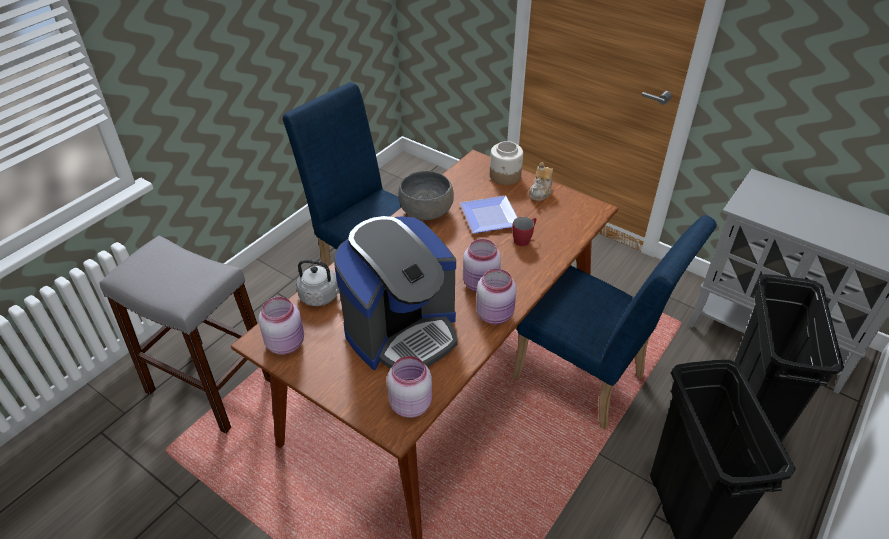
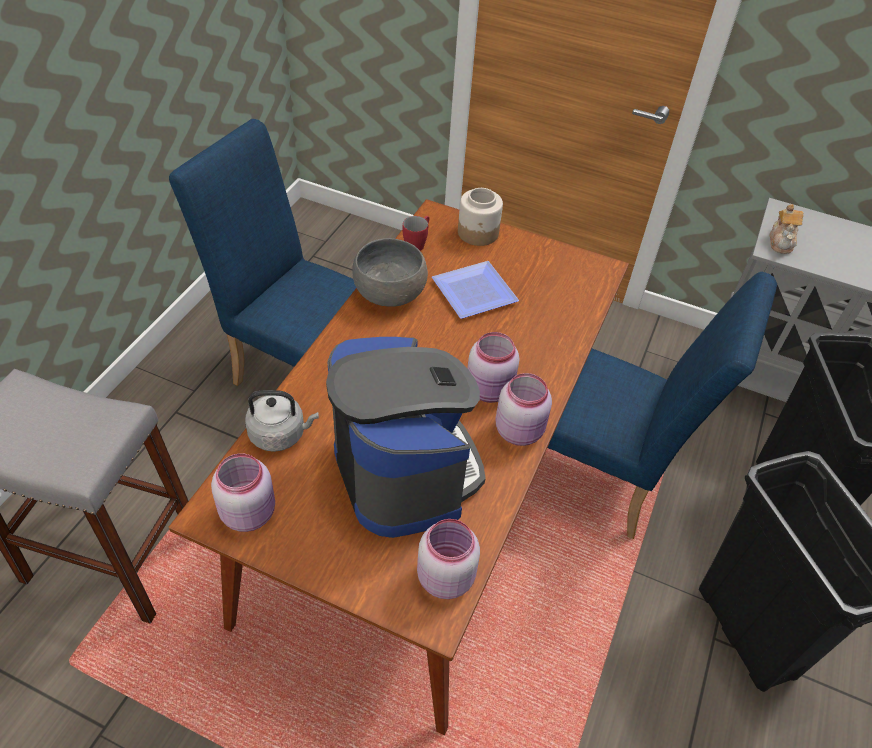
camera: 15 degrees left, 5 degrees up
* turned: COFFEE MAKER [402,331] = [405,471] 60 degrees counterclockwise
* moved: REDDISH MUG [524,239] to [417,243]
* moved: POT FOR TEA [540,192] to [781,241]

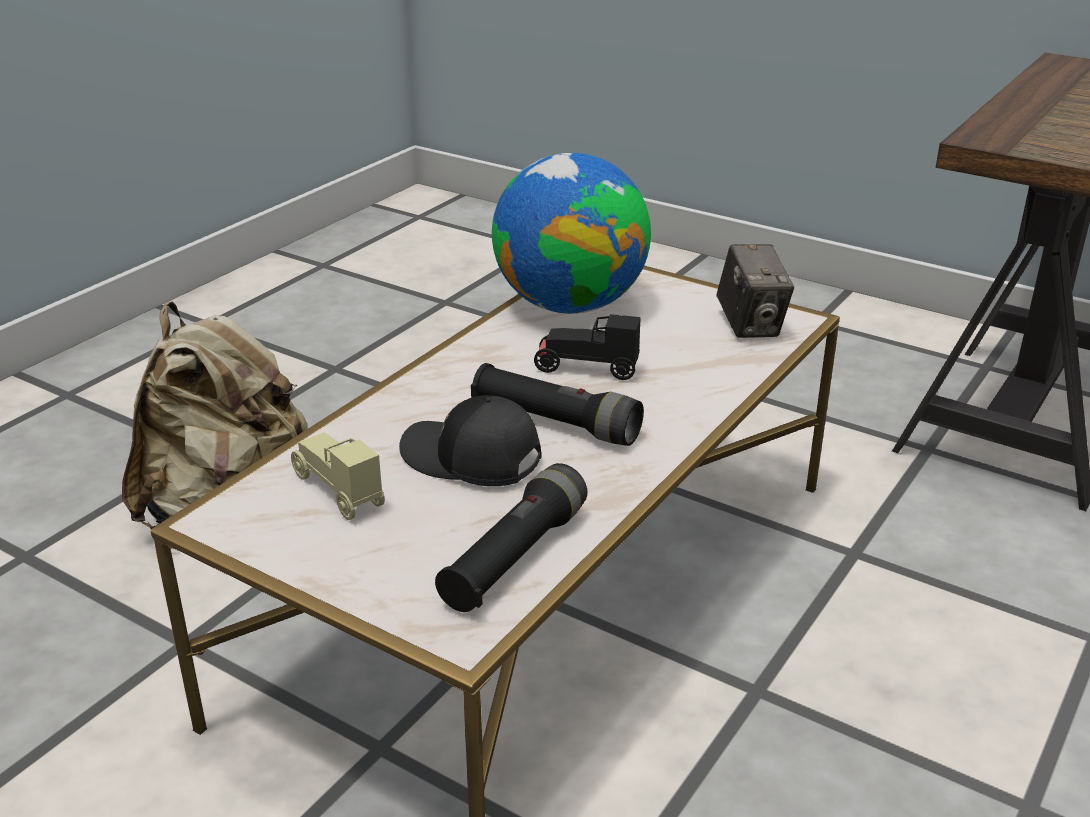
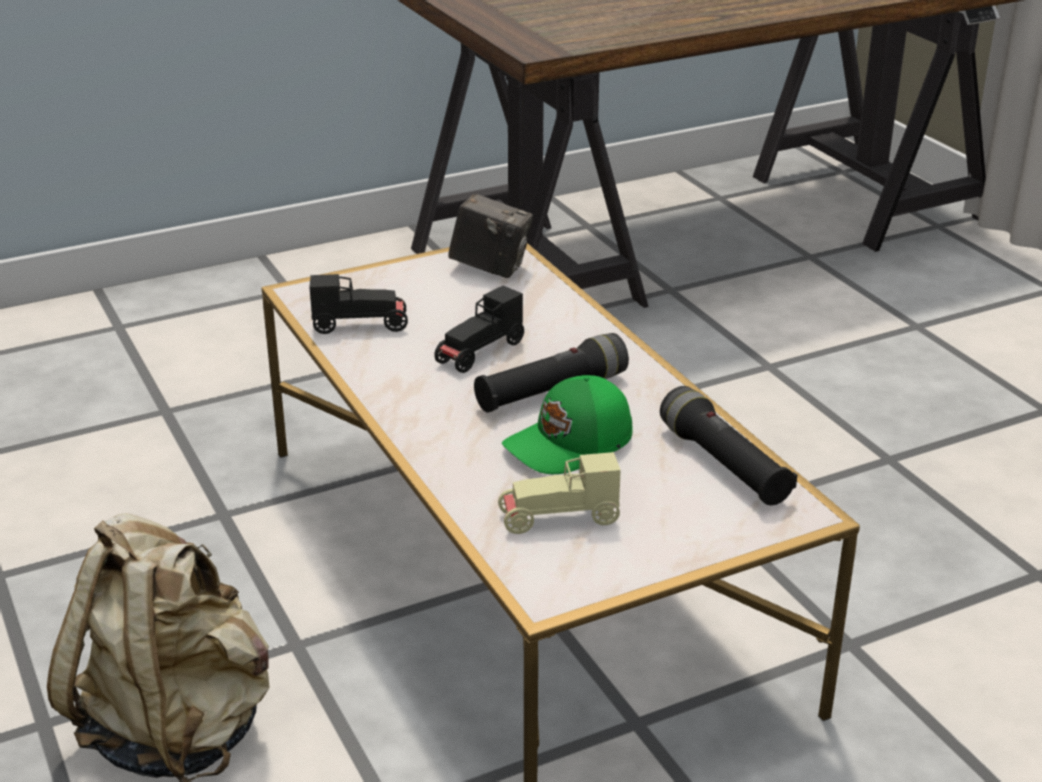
camera: 60 degrees left, 0 degrees up
* recoloured: BLACK-COLOURED CAP [471,460] to GREENISH CAP [570,444]
* replaced: WORLD GLOBE [570,305] to BLACK-COLOURED MODEL CAR [360,325]

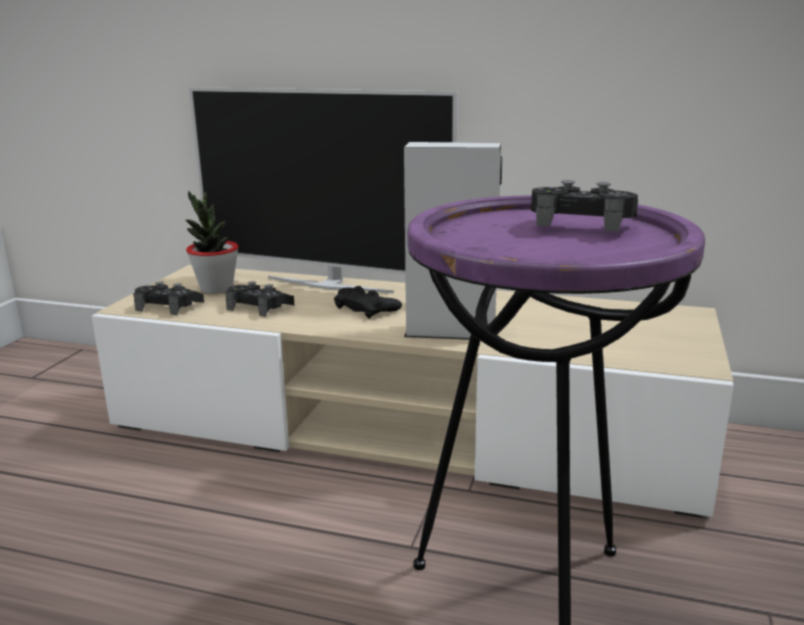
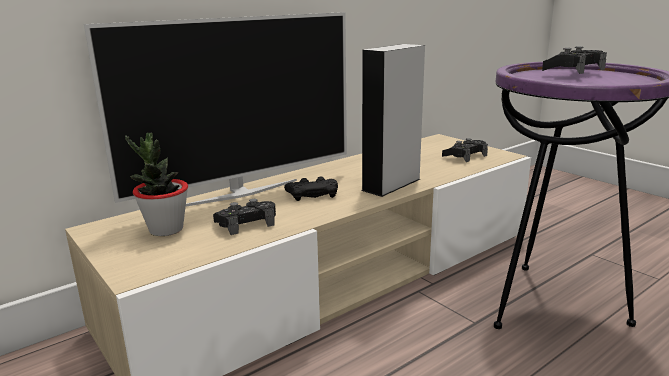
camera: 55 degrees left, 0 degrees up
* moved: BLACK-COLOURED GAME CONTROLLER [168,307] to [465,156]

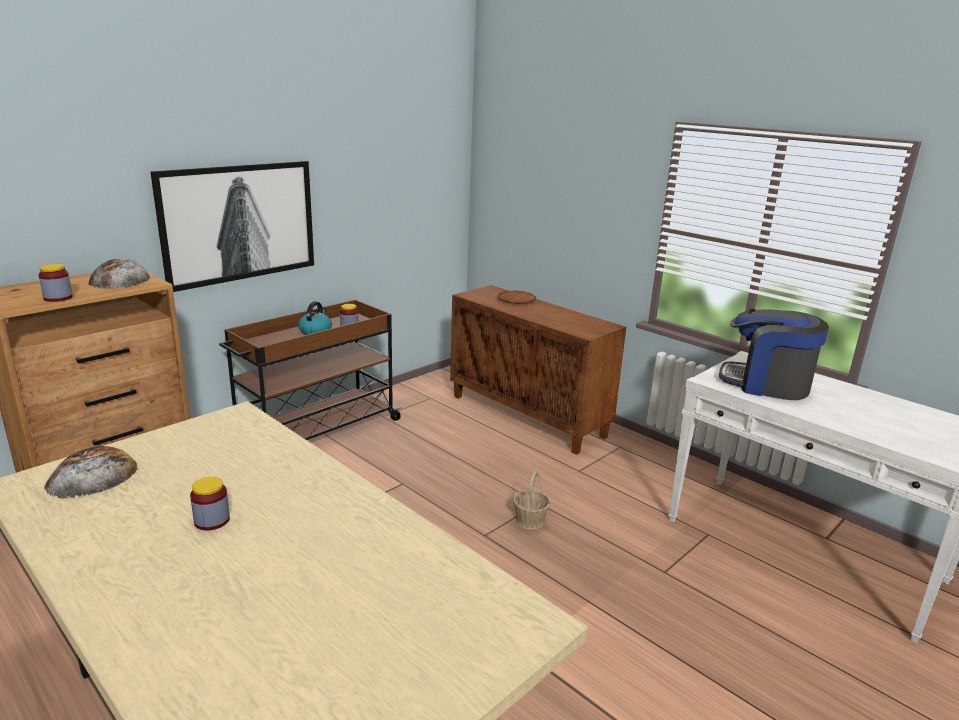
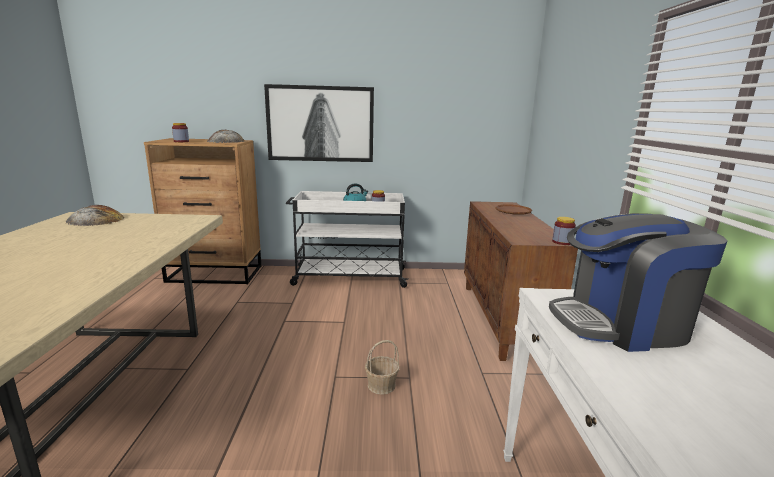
camera: 45 degrees right, 5 degrees down
* moved: PRESERVE JAR [212,520] to [562,242]
* recoloured: BROWN WHEELED CART [316,432] to WHITE-COLOURED WHEELED CART [348,277]
* turned: COFFEE MAKER [766,384] = [621,324] 75 degrees counterclockwise

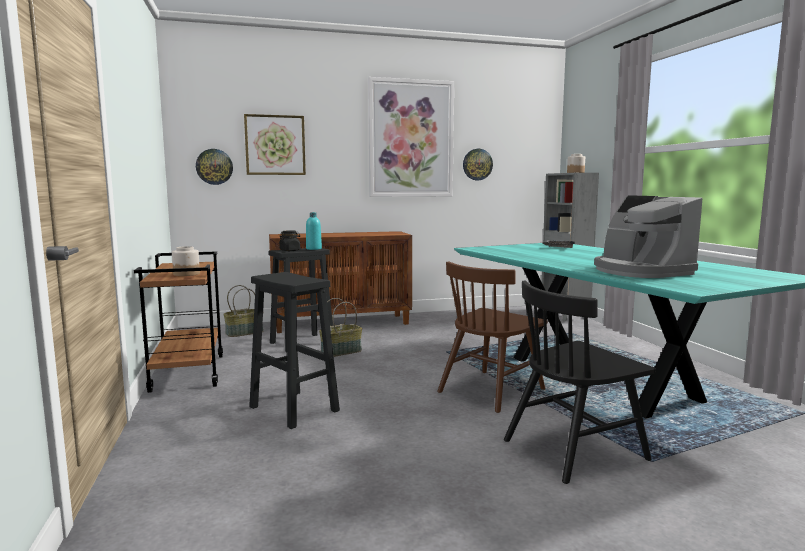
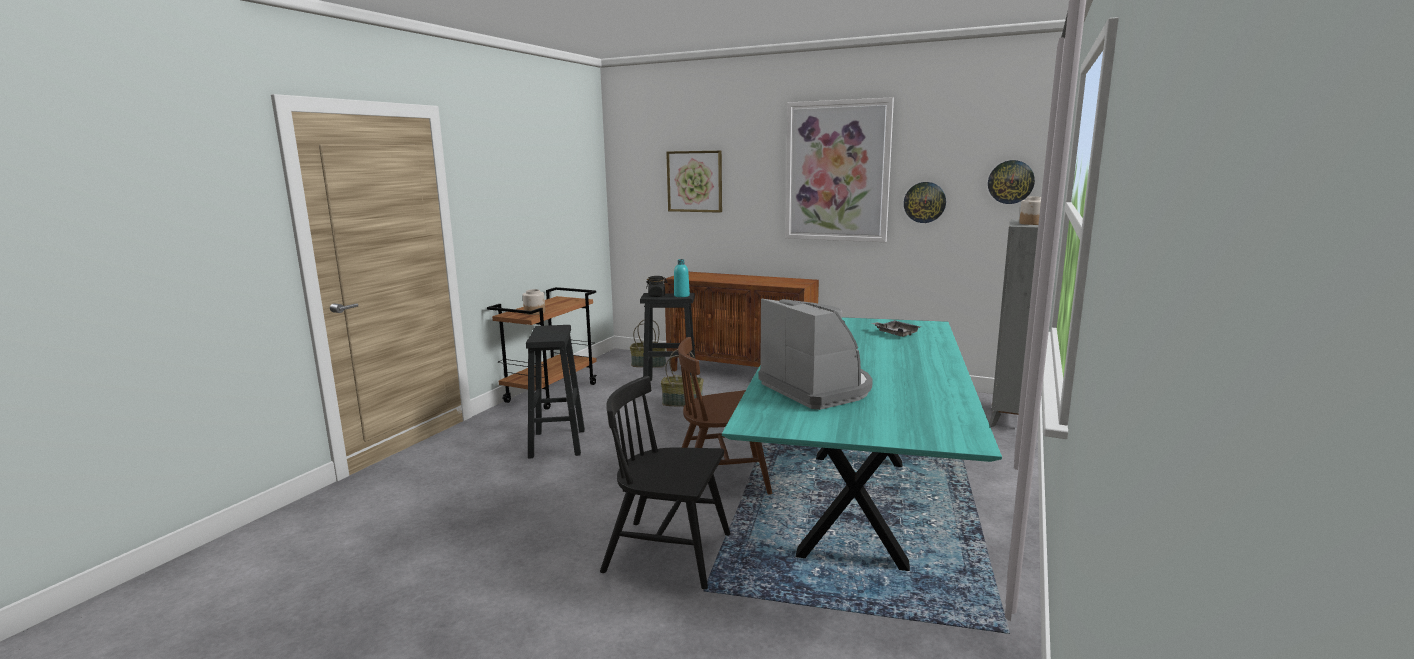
camera: 40 degrees right, 5 degrees up
* moved: CLOCK ON THE WALL [214,166] to [1011,182]
* turned: COFFEE MAKER [640,271] = [817,388] 135 degrees clockwise

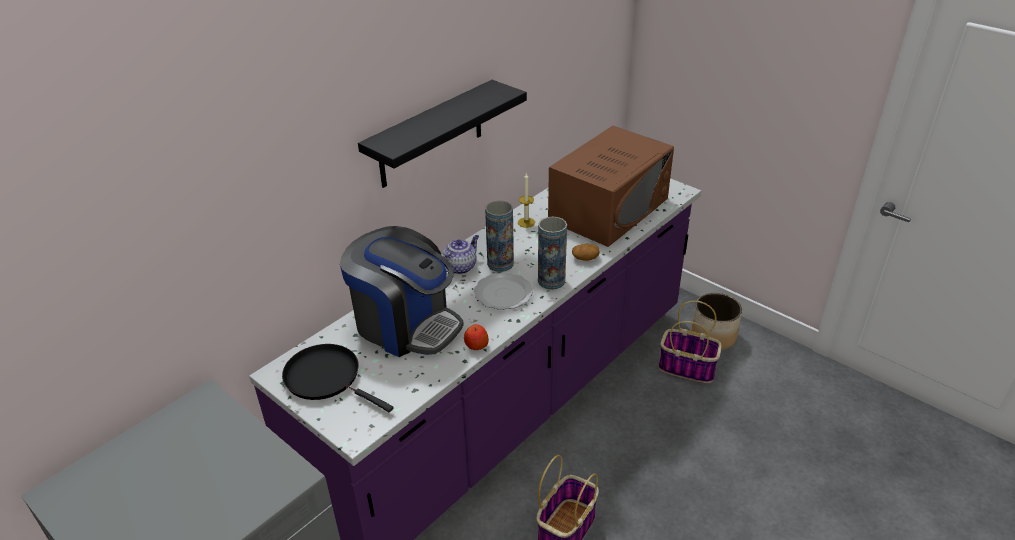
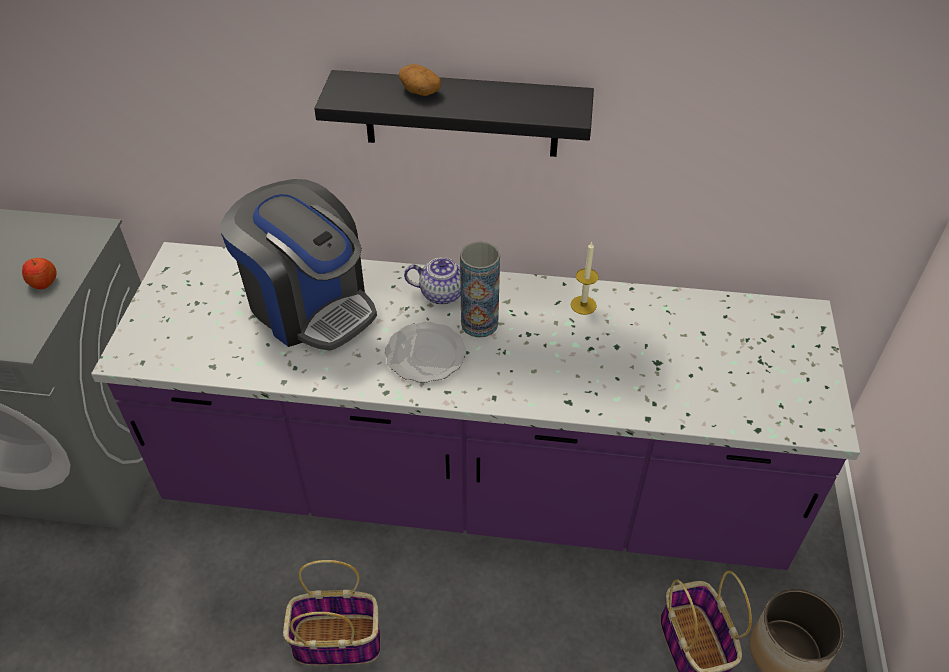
camera: 55 degrees right, 10 degrees up
* removed: BLACK-COLOURED PAN [327,378]
* turned: COFFEE MAKER [406,325] = [309,305] 45 degrees counterclockwise
* moved: APPLE [476,345] to [43,282]
* removed: VASE [551,281]
* removed: BROWN MICROWAVE OVEN [609,209]
* moved: POTATO [585,258] to [419,91]

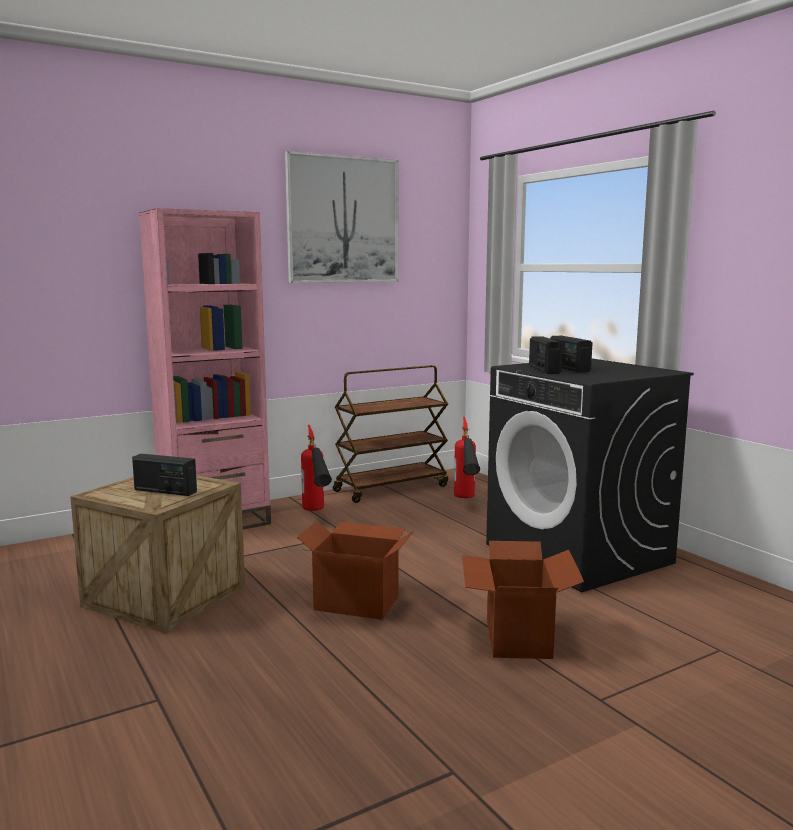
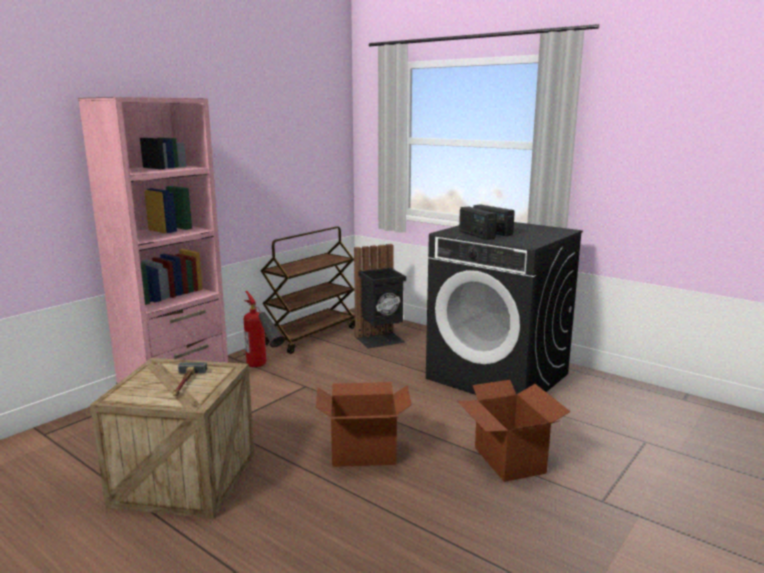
camera: 20 degrees left, 5 degrees up
* replaced: RADIO [165,491] to TOOL HAMMER [185,383]
* removed: PICTURE [343,220]
* replaced: EXTINGUISHER [466,501] to BLACK-COLOURED TRASH CAN [381,340]

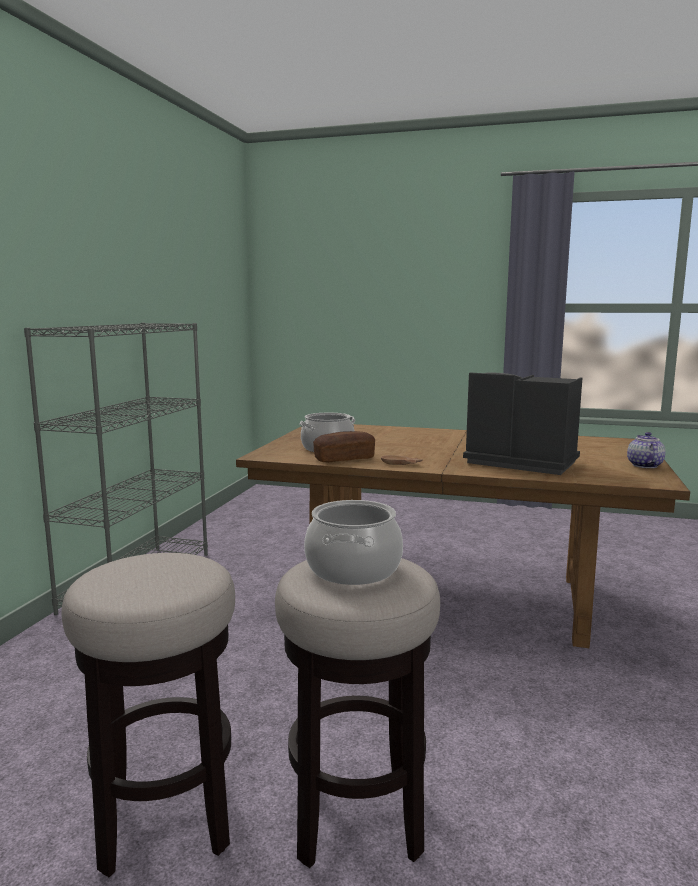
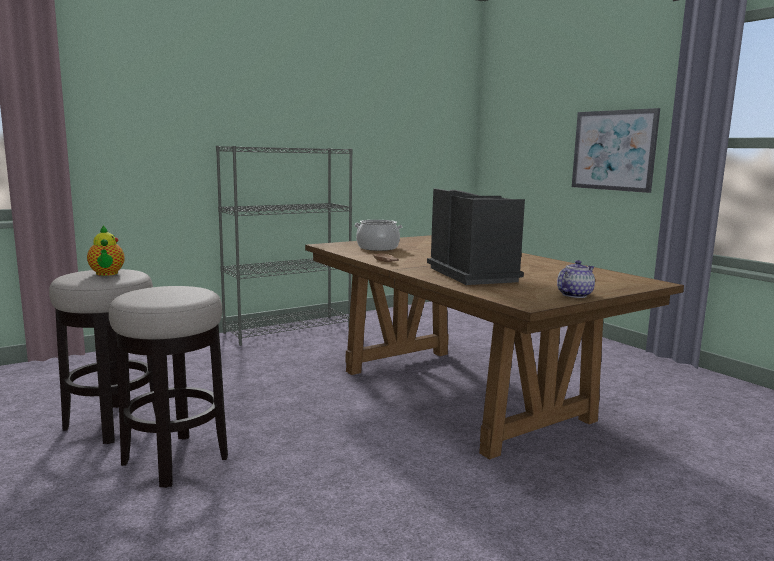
camera: 40 degrees right, 0 degrees up
* removed: COOKING POT [354,569]
* removed: BREAD [344,459]
* added: POT FOR TEA [107,274]
* added: PICTURE [613,150]

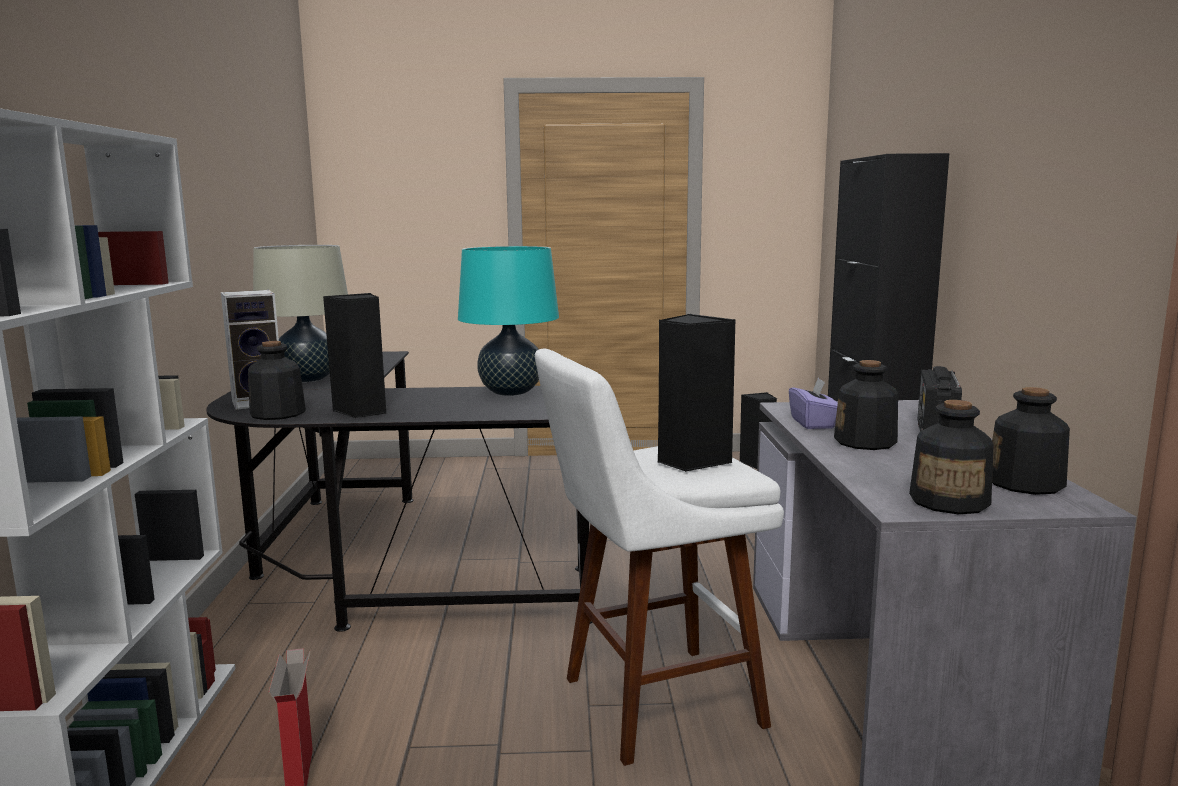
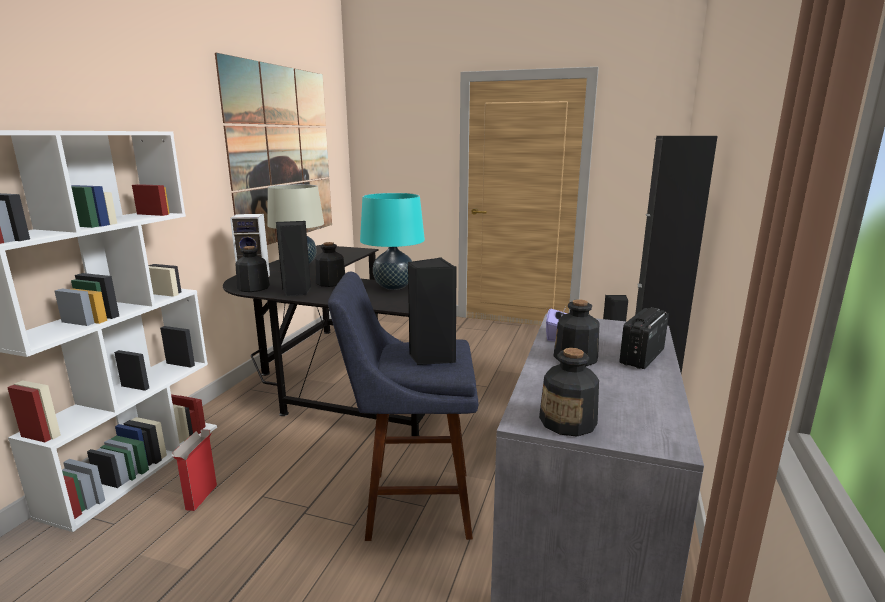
camera: 20 degrees right, 5 degrees up
* recoloured: WHITE-COLOURED STOOL SEAT [650,704] to BLUISH STOOL SEAT [410,504]
* moved: BEVERAGE BOTTLE [1026,484] to [331,283]
* added: PICTURE [283,155]

